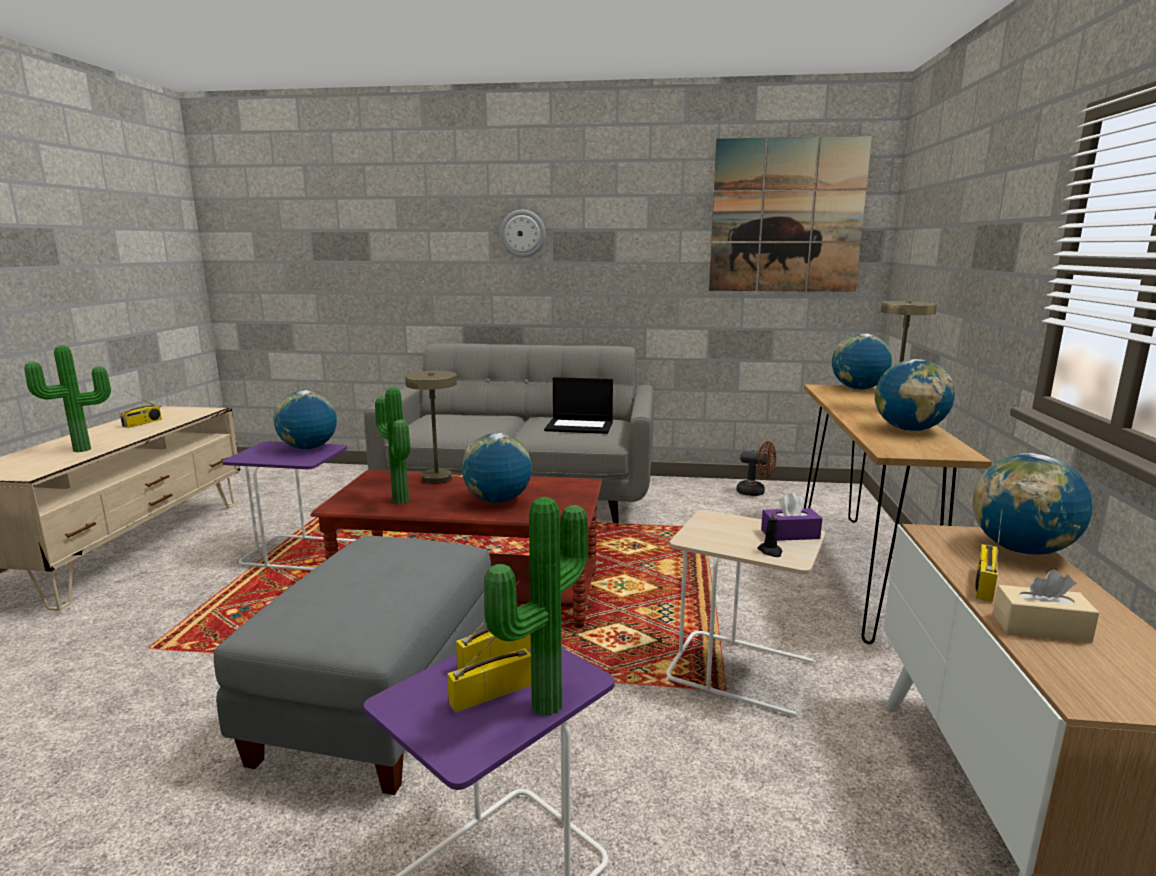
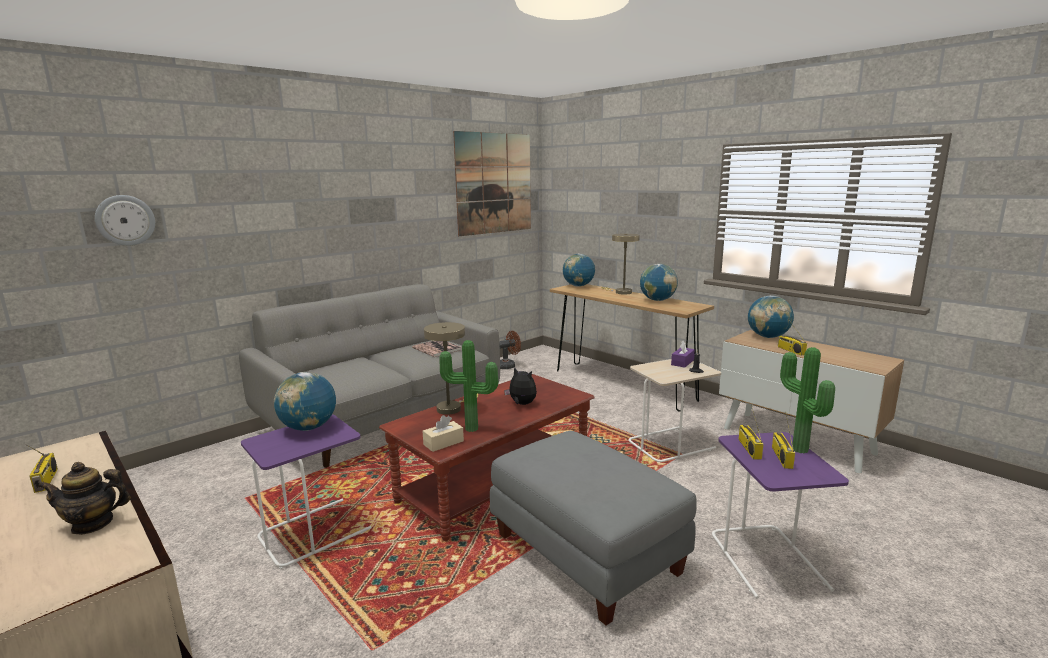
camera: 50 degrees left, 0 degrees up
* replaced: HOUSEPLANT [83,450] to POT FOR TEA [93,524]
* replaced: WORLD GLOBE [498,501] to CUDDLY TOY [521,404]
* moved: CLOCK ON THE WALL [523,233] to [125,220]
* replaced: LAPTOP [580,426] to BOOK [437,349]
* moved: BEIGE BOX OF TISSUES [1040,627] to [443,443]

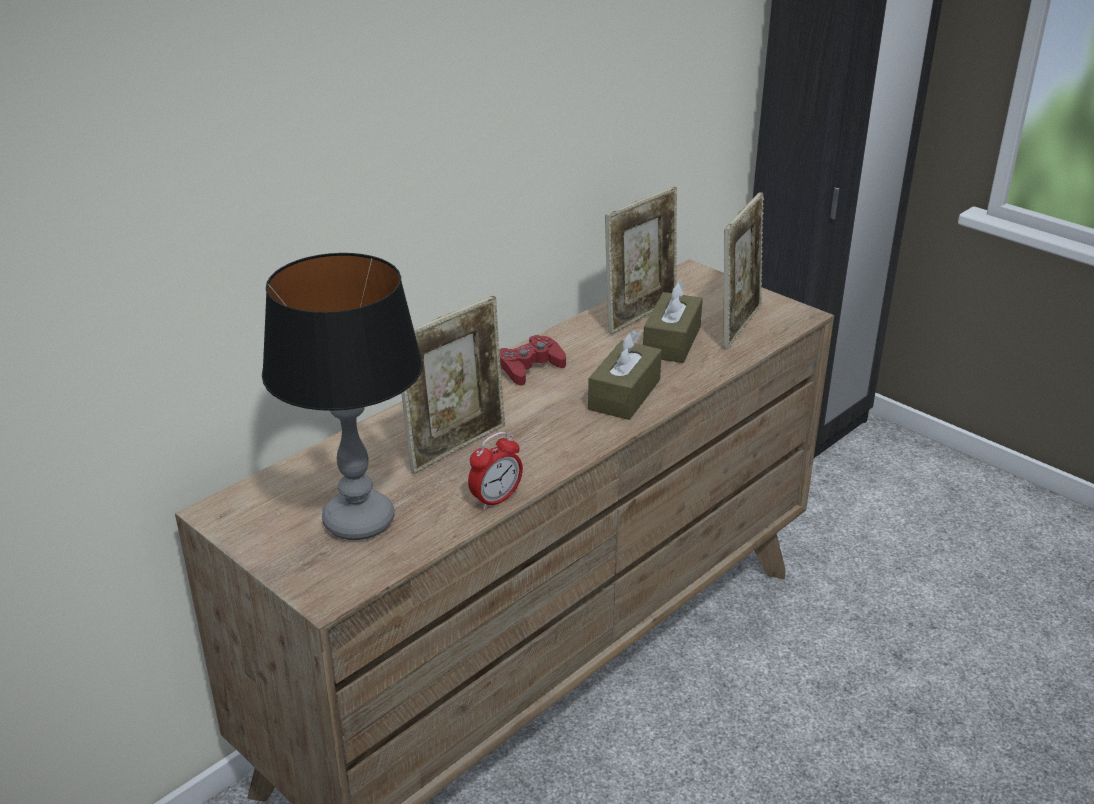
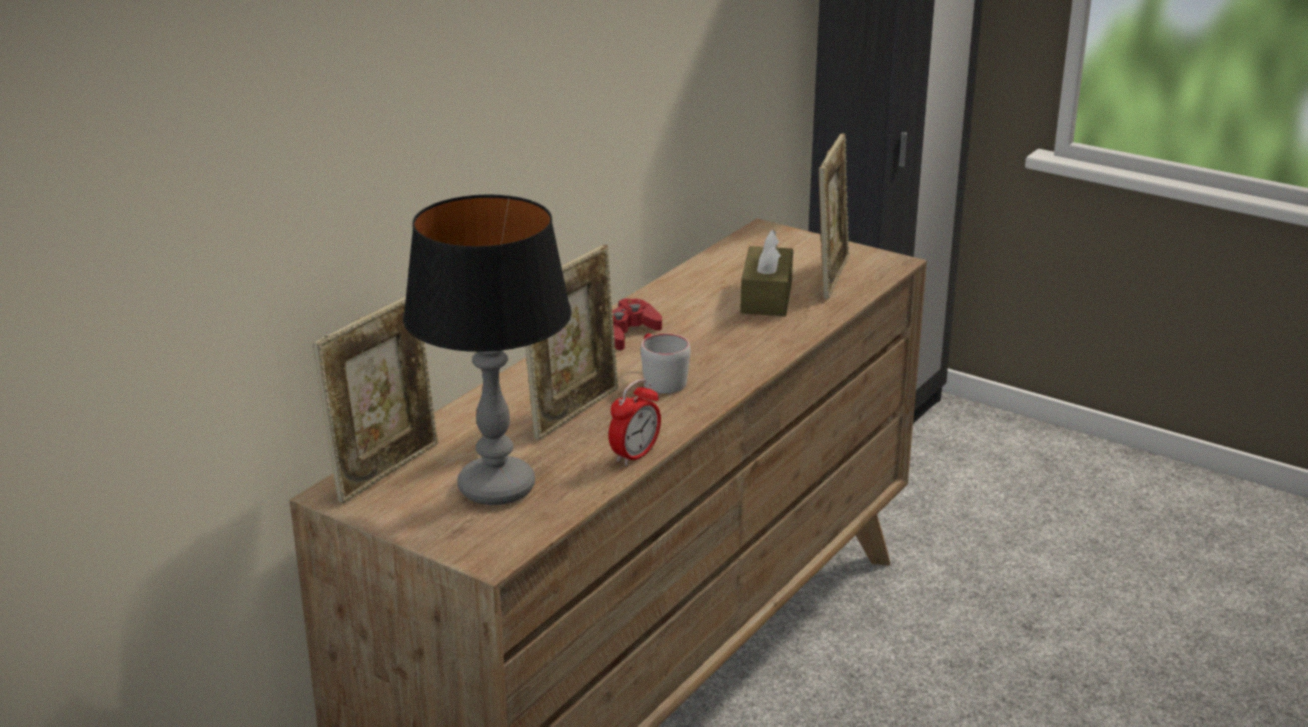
camera: 10 degrees left, 5 degrees down
* removed: BROWN BOX OF TISSUES [624,394]
* moved: PHOTO FRAME [640,315] to [386,470]
* added: GRAY MUG [660,379]

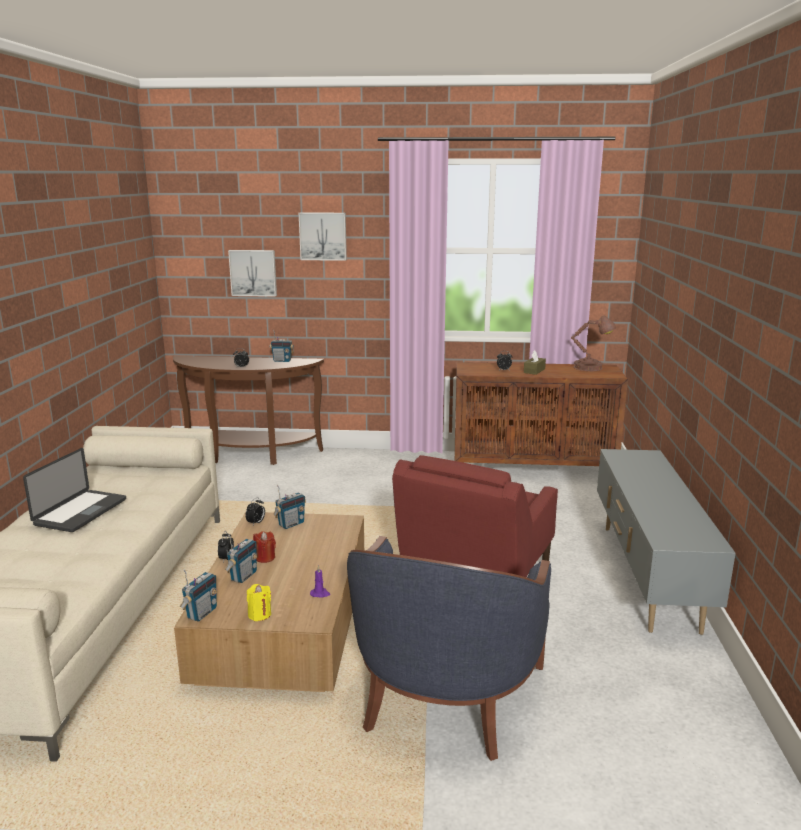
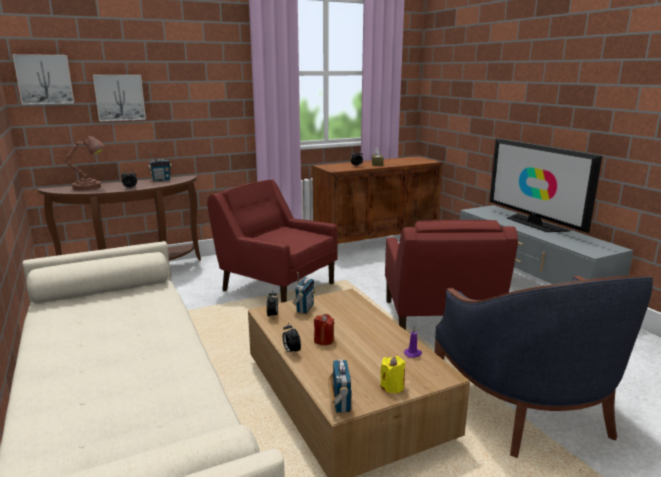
camera: 30 degrees left, 0 degrees up
* removed: LAPTOP [81,512]
* removed: RADIO [243,576]
* moved: PICTURE [323,236] to [44,79]
* moved: BROWN LAMP FOR A TABLE [590,368] to [89,187]
* added: REDDISH ARMCHAIR [277,286]
* added: TV [534,223]

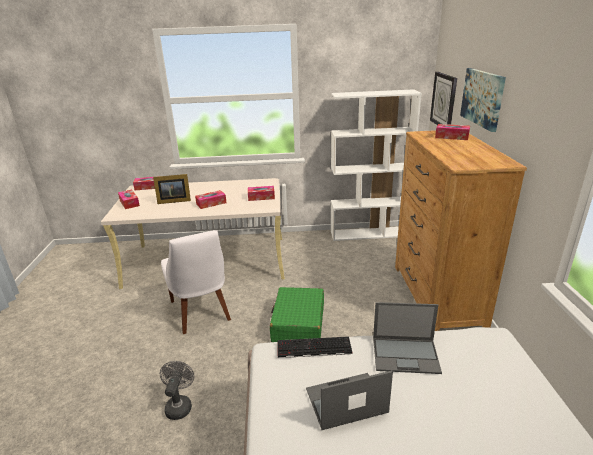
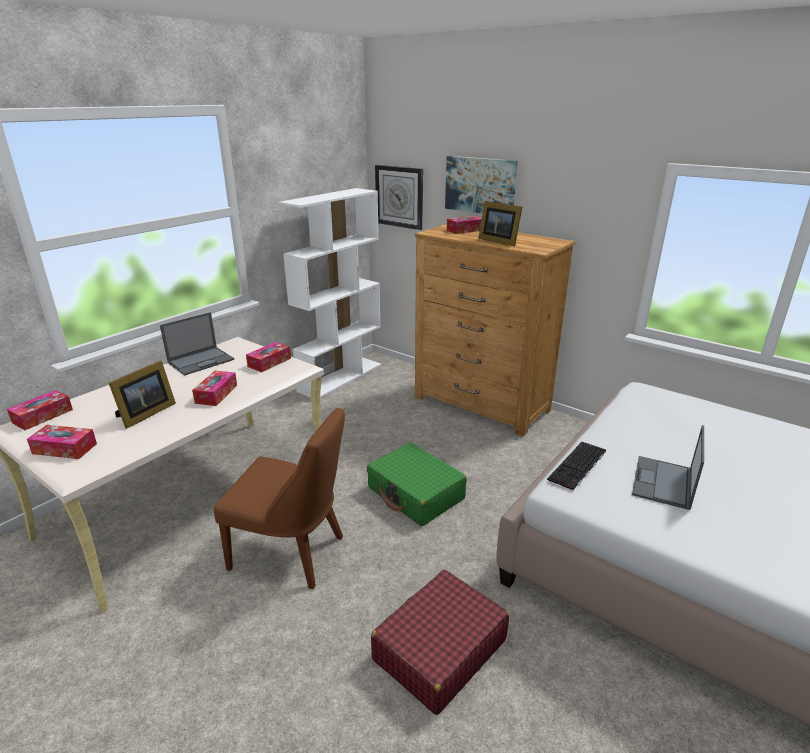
camera: 50 degrees left, 0 degrees up
* replaced: GRAY COOLING FAN [179,405] to REDDISH SUITCASE [439,650]
* recoloured: WHITE-COLOURED UPRIGHT CHAIR [201,312] to BROWN UPRIGHT CHAIR [292,553]
* moved: LAPTOP [406,355] to [201,361]
* added: PHOTO FRAME [498,241]

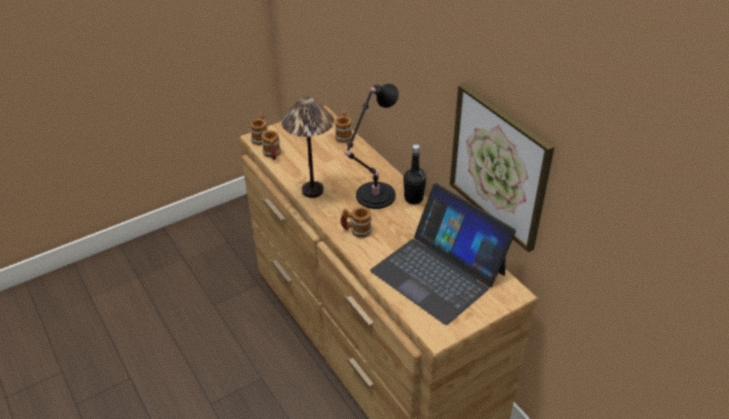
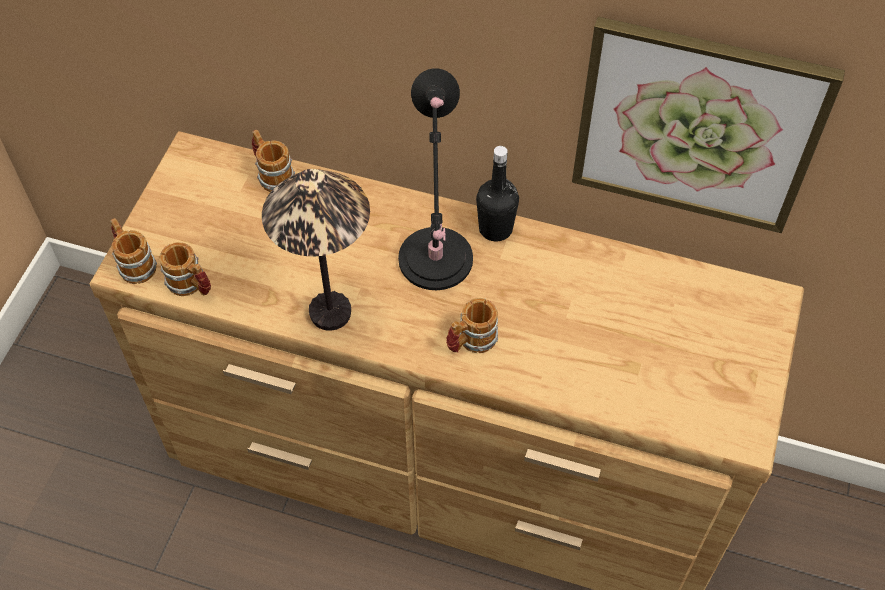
camera: 40 degrees left, 15 degrees up
* removed: LAPTOP [439,272]

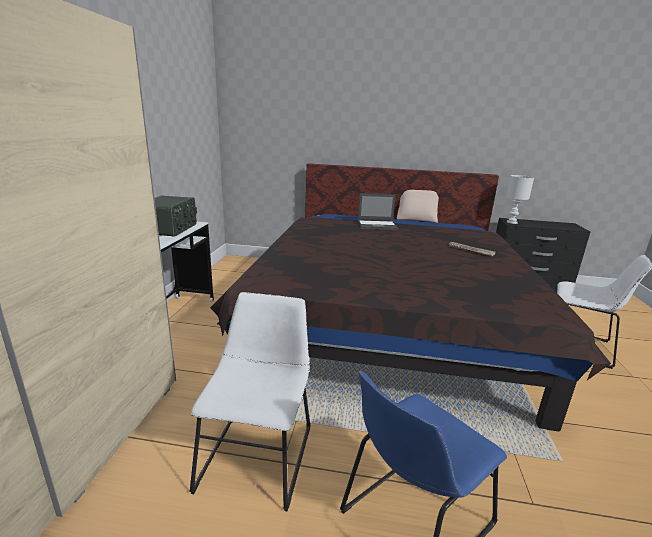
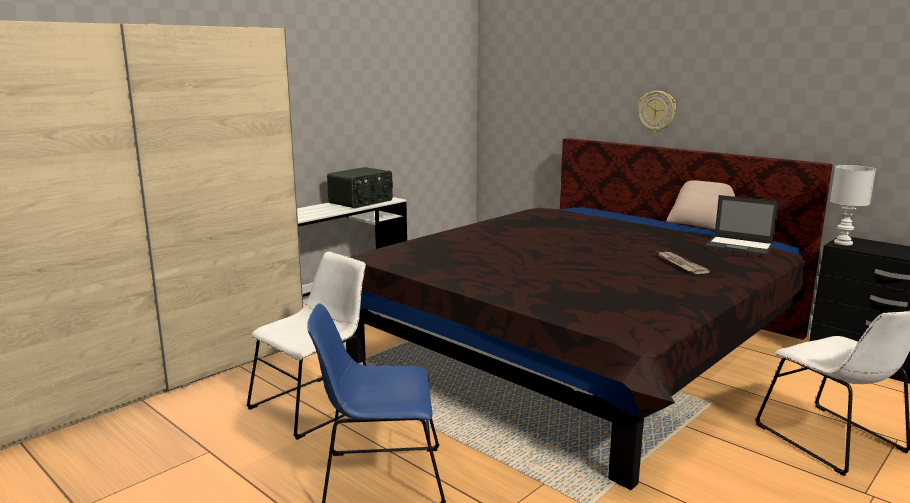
camera: 35 degrees right, 5 degrees down
* moved: LAPTOP [377,225] to [740,247]
* added: CLOCK ON THE WALL [657,111]

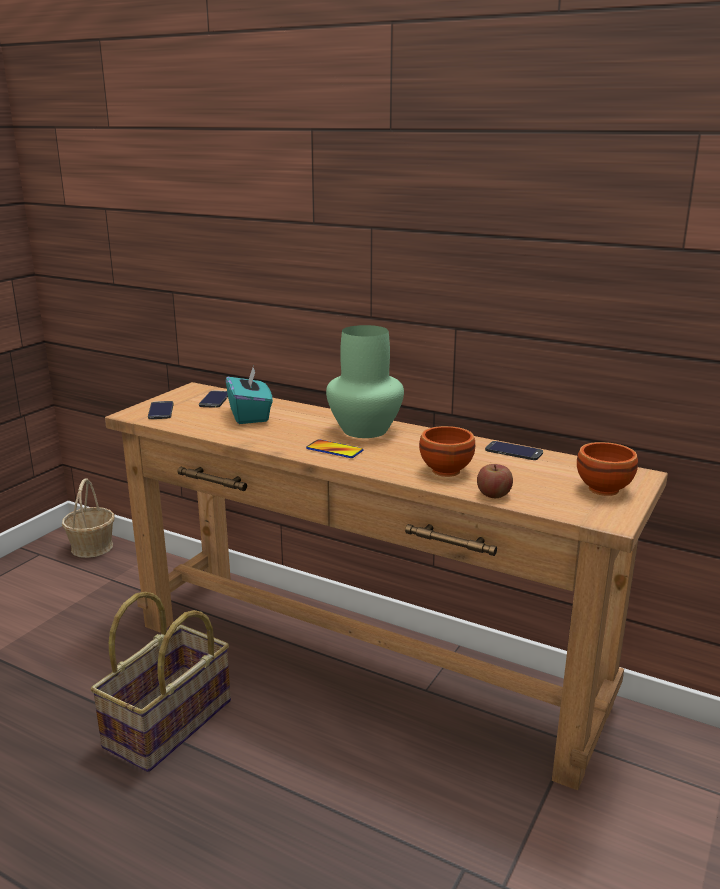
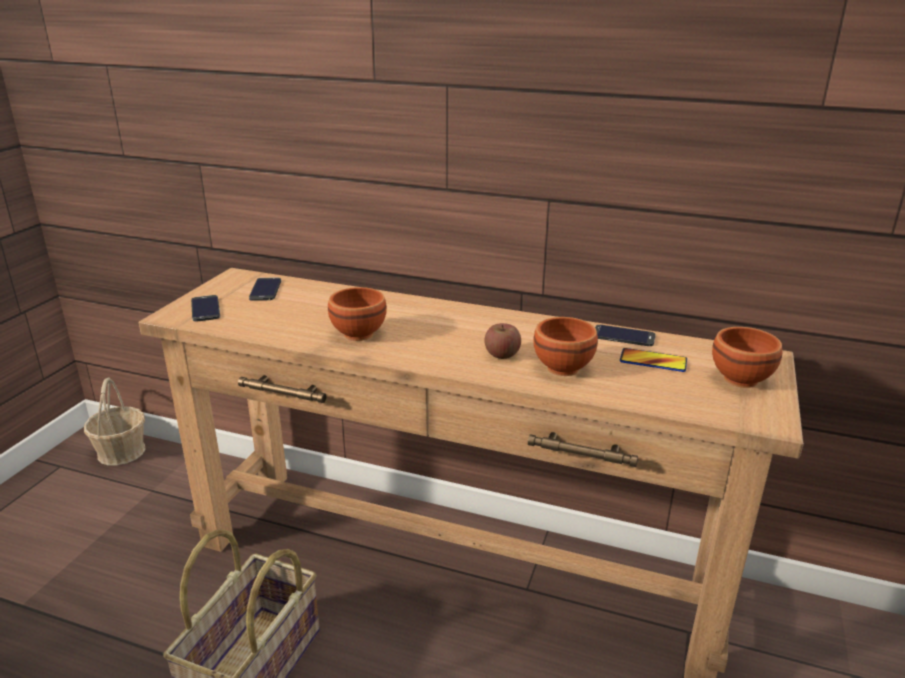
camera: 10 degrees left, 5 degrees up
* removed: BLUE-GREEN BOX OF TISSUES [250,415]
* moved: PHONE [334,450] to [653,361]
* removed: GREENISH VASE [363,430]
* moved: APPLE [493,494] to [502,354]
* added: BROWN DEEP DISH [357,334]

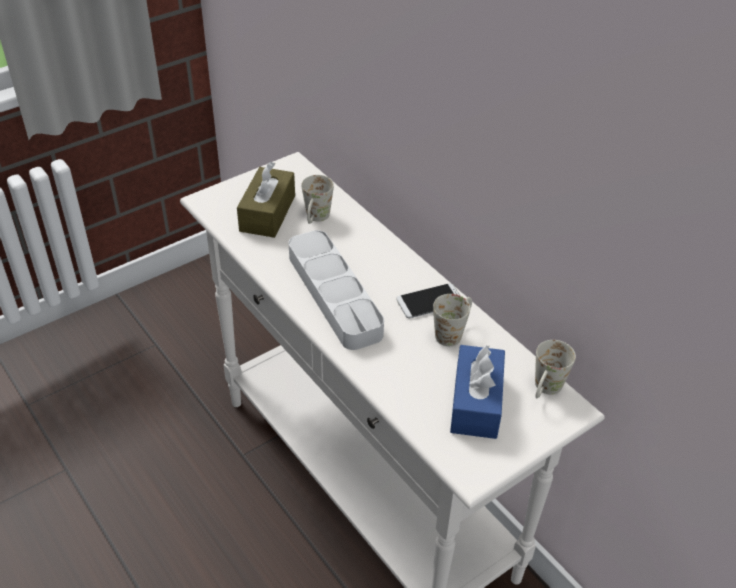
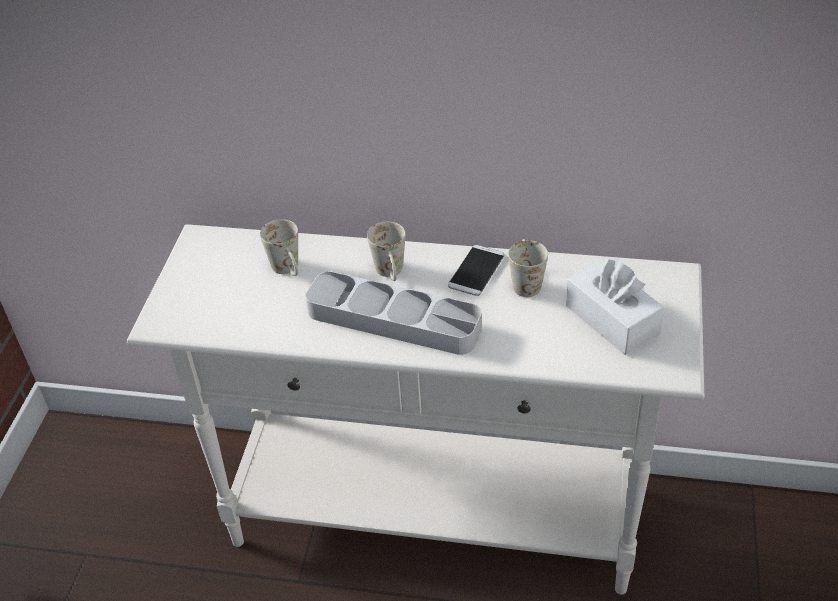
camera: 40 degrees left, 0 degrees up
* removed: BROWN BOX OF TISSUES [267,213]
* recoloured: BLUISH BOX OF TISSUES [476,402] to WHITE-COLOURED BOX OF TISSUES [612,320]
* moved: WHITE-COLOURED MUG [545,390] to [391,274]

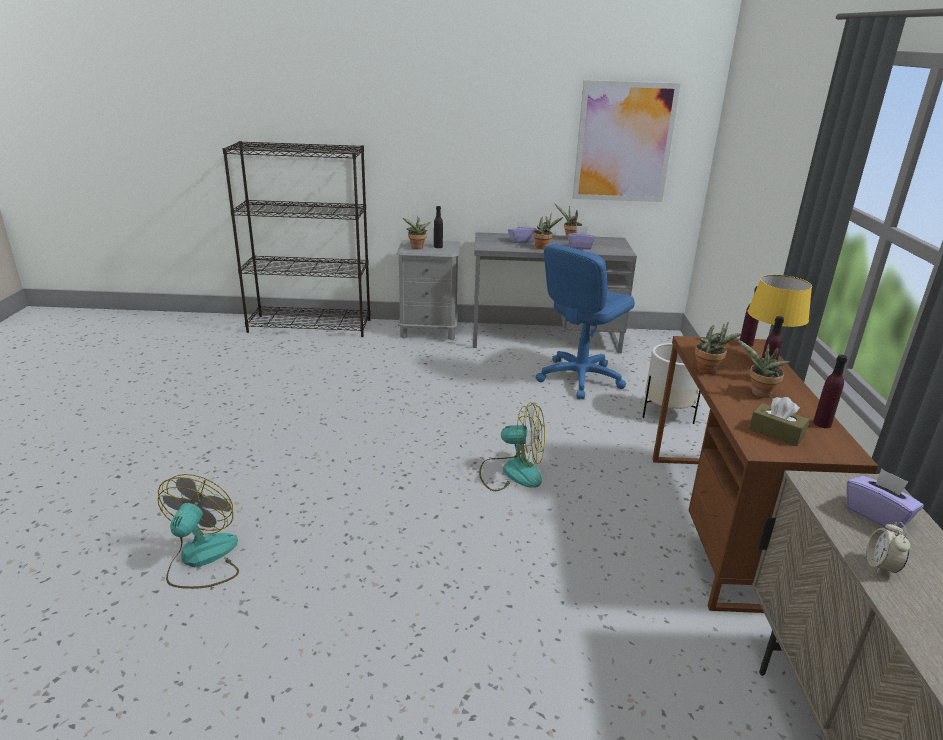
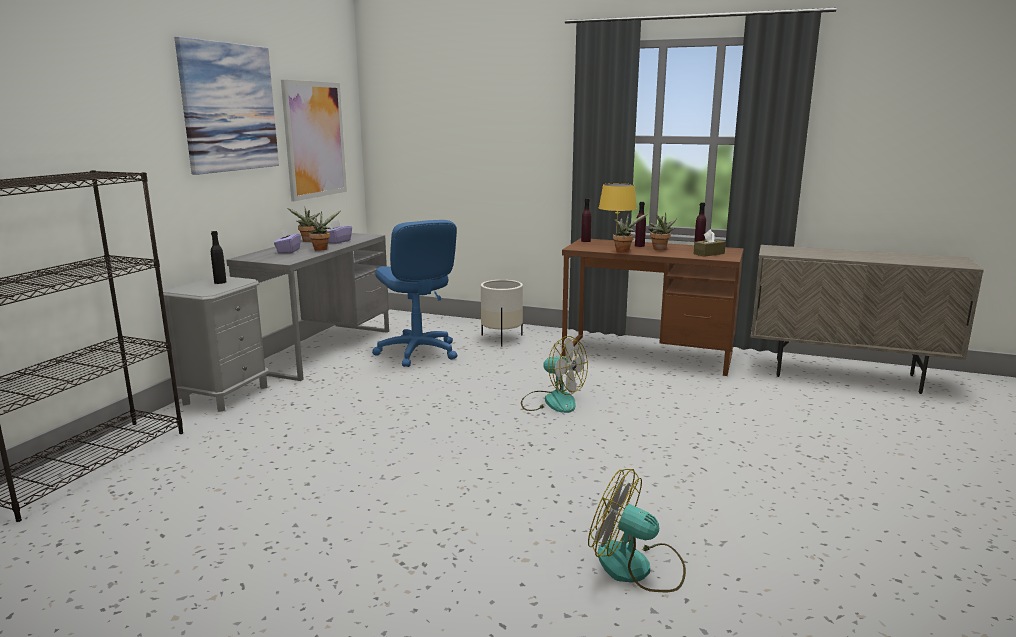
camera: 70 degrees left, 10 degrees down
* removed: HOUSEPLANT [417,248]
* turned: COOLING FAN [512,472] = [552,401] 90 degrees clockwise
* removed: PURPLE-COLOURED BOX OF TISSUES [877,515]
* removed: BEDSIDE CLOCK [881,566]
* added: PICTURE [229,107]

